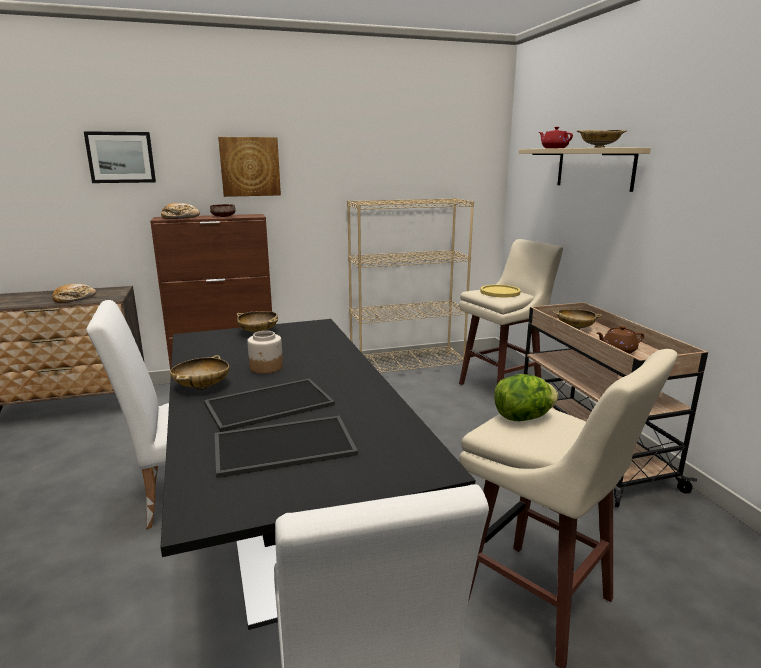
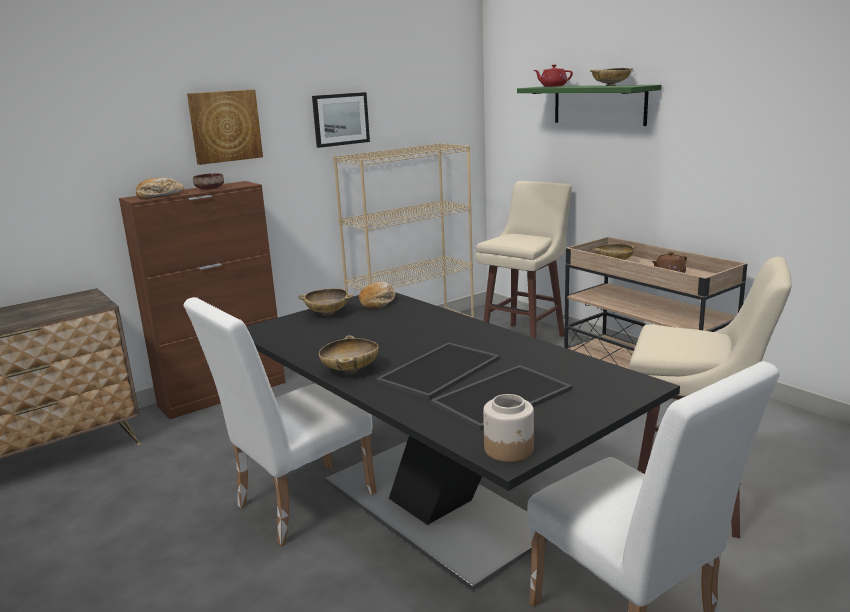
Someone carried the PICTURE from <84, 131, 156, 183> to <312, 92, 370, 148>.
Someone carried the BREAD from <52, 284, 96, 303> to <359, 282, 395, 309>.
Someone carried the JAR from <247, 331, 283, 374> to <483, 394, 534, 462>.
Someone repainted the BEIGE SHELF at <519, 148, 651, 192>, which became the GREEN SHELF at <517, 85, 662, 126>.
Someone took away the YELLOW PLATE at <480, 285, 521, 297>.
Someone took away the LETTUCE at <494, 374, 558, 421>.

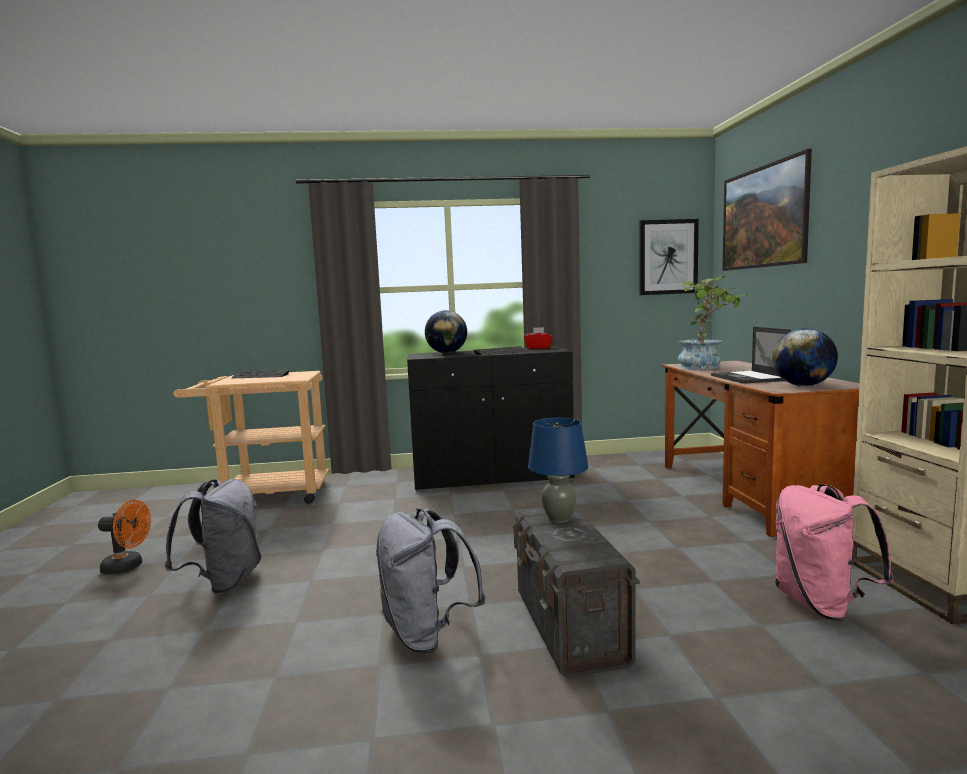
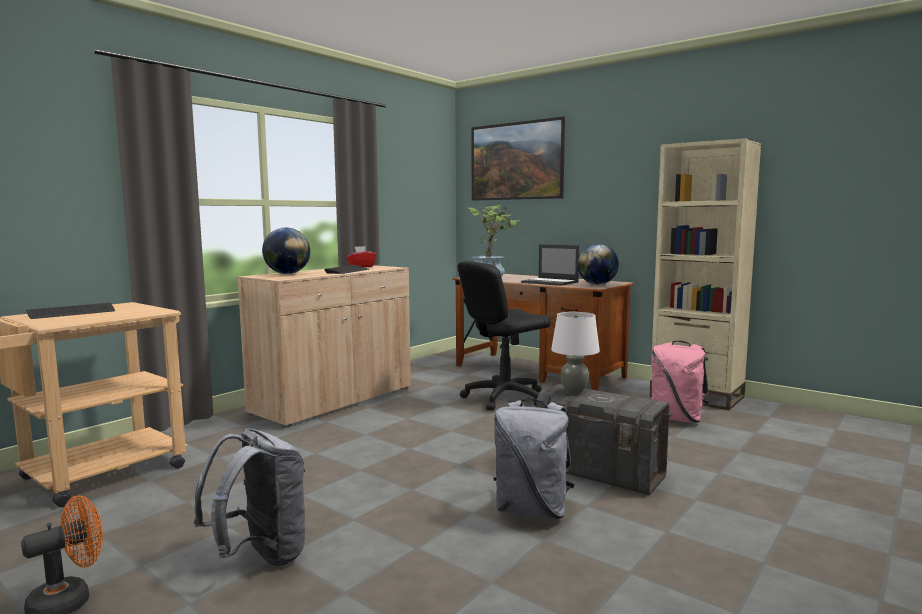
Someone repainted the BLACK CABINET at <407, 346, 575, 492>, which became the BEIGE CABINET at <237, 265, 411, 428>.
Someone put down the BLACK OFFICE CHAIR at <457, 261, 551, 411>.
Someone repainted the BLUE TABLE LAMP at <528, 418, 588, 523>, which became the WHITE TABLE LAMP at <551, 312, 600, 395>.
Someone took away the PICTURE at <640, 219, 699, 295>.

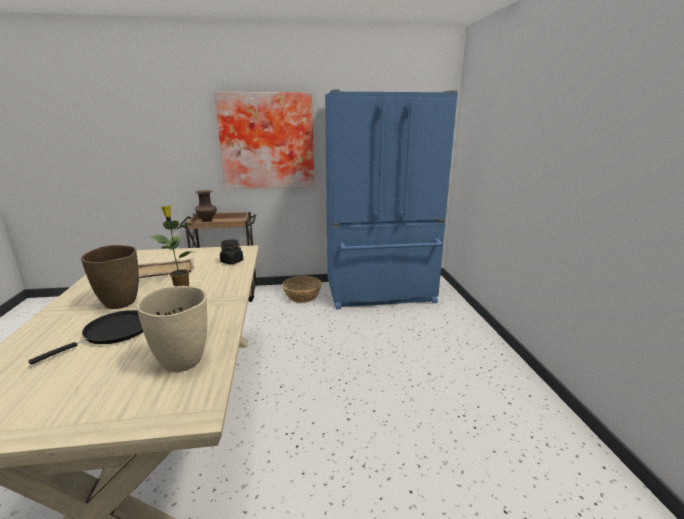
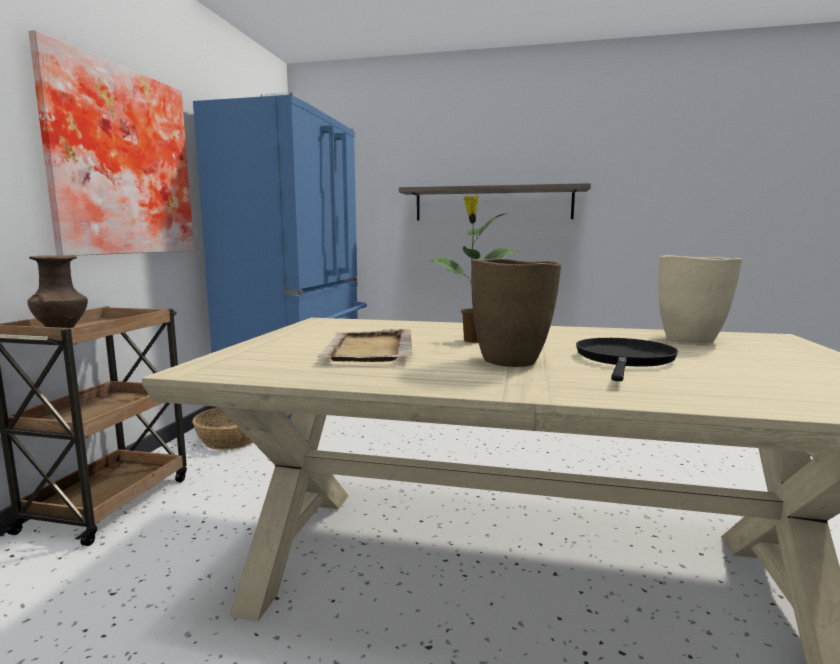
Someone put up the SHELF at <399, 183, 591, 220>.
Someone rotated the BLACK FRYING PAN at <29, 310, 143, 365> by 60 degrees clockwise.
Someone took away the BLACK JAR at <220, 239, 243, 264>.

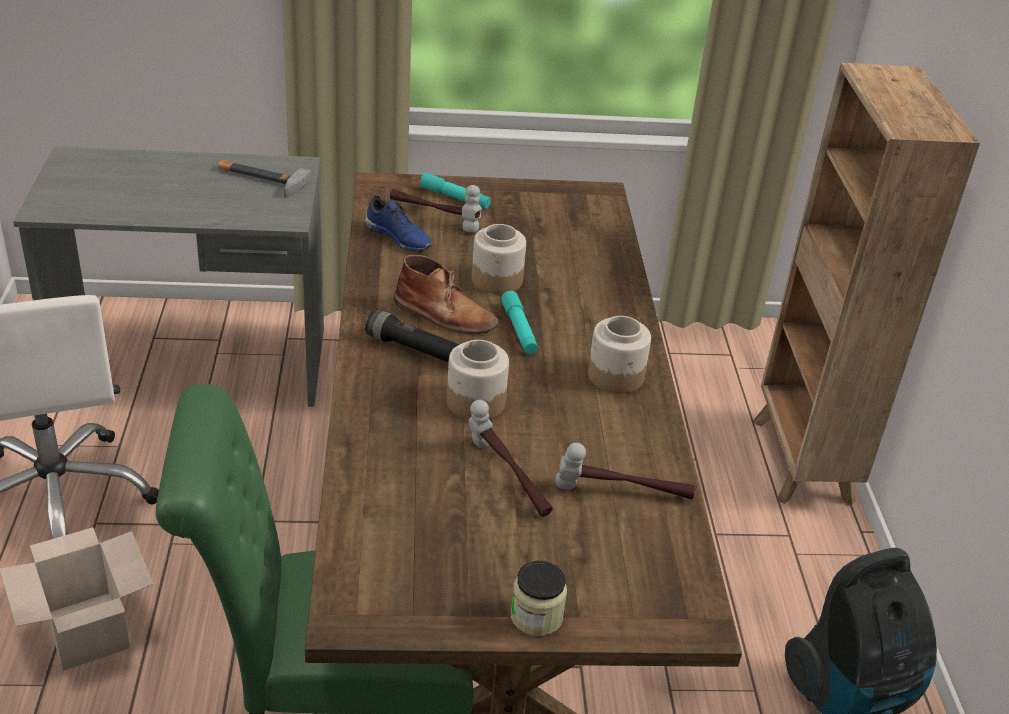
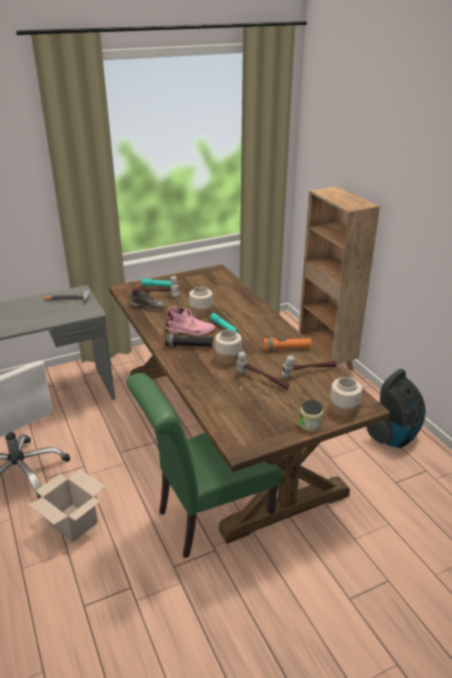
Someone repainted the BLUE SHOE at <364, 195, 432, 251>, which became the GREY SHOE at <129, 290, 166, 311>.
Someone repainted the BROWN BOOT at <394, 255, 498, 334>, which became the PINK BOOT at <165, 307, 216, 335>.
Someone put down the ORANGE FLASHLIGHT at <263, 338, 311, 351>.
Someone carried the JAR from <588, 316, 651, 394> to <329, 377, 362, 418>.

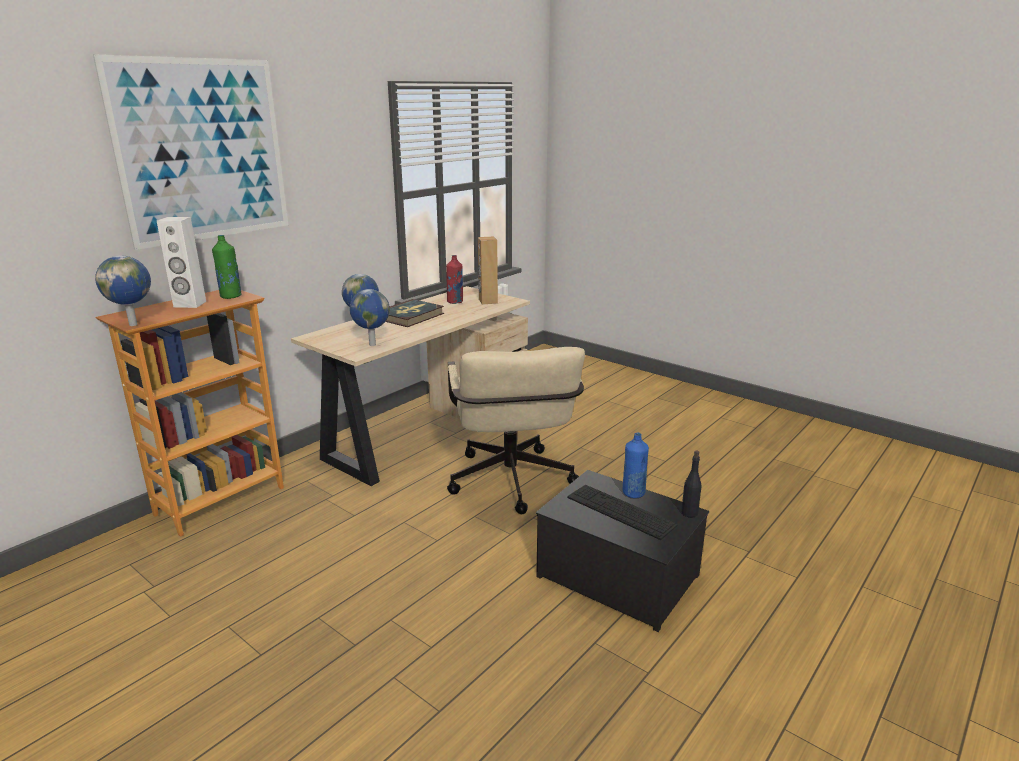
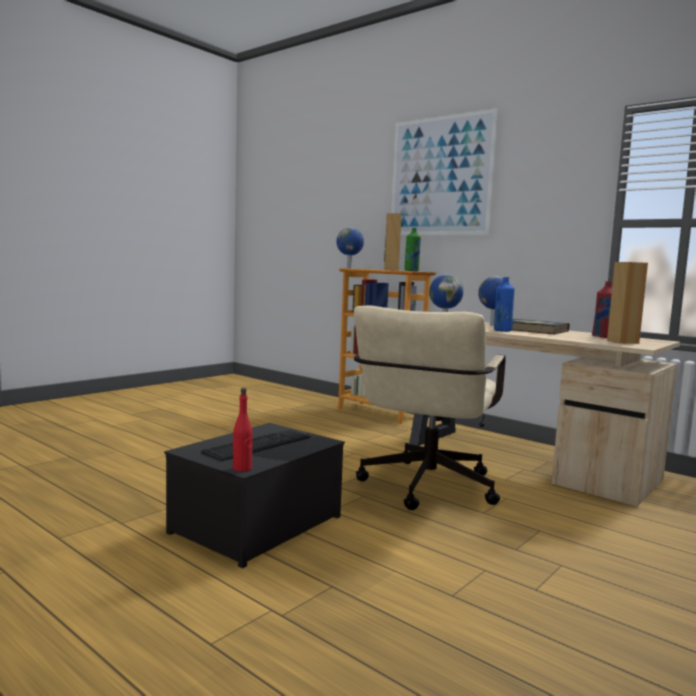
Someone repainted the BLACK BOTTLE at <681, 450, 701, 518>, which became the RED BOTTLE at <233, 388, 253, 472>.
Someone rotated the BEIGE OFFICE CHAIR at <447, 347, 585, 514> by 60 degrees counterclockwise.
Someone repainted the WHITE SPEAKER at <157, 217, 206, 308>, which became the BROWN SPEAKER at <384, 213, 402, 271>.
Someone carried the BLUE BOTTLE from <623, 433, 649, 498> to <494, 277, 515, 332>.

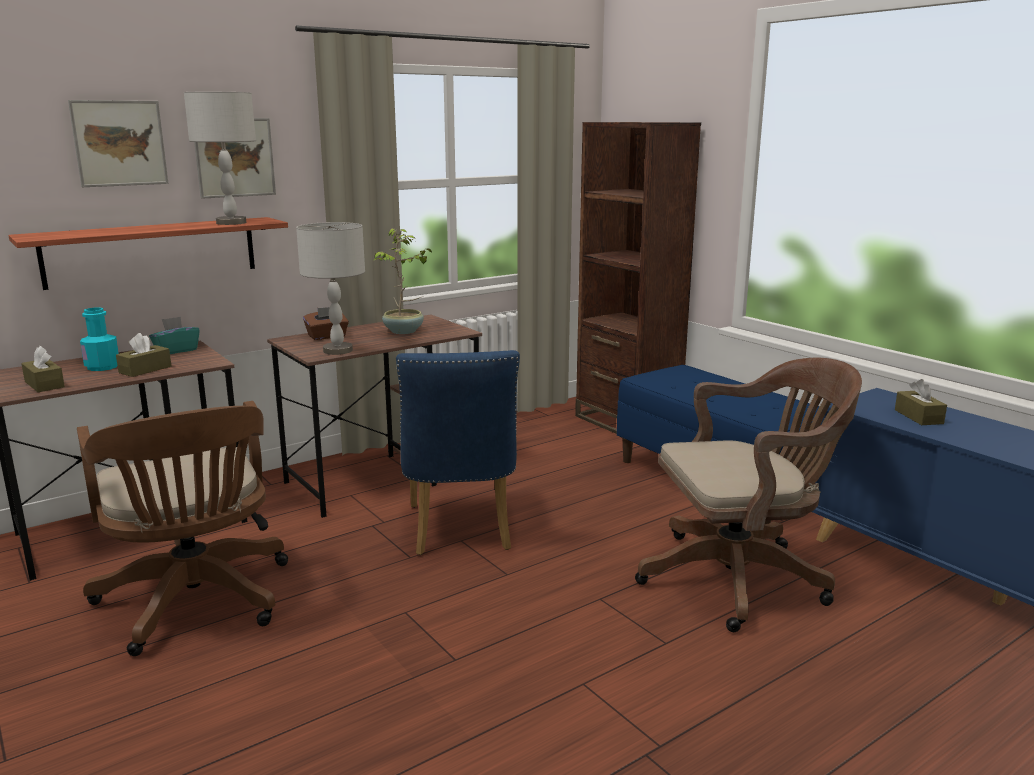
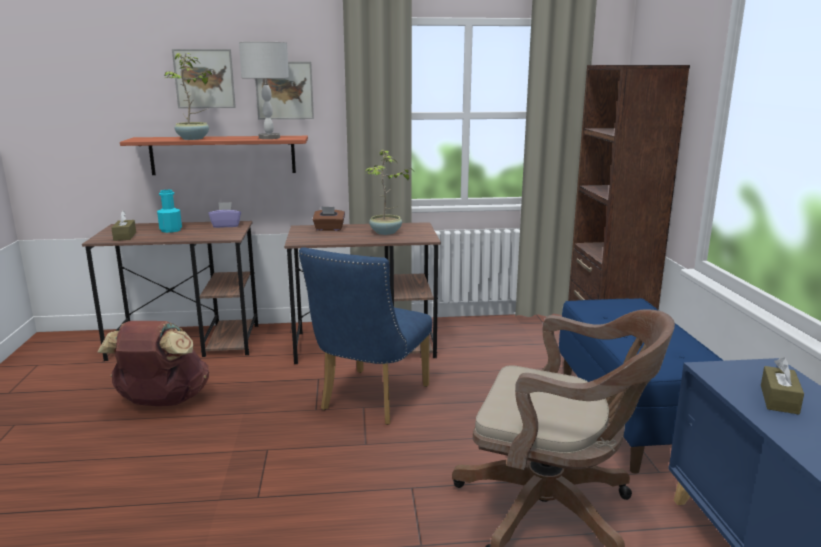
Someone swapped the BROWN OFFICE CHAIR at <77, 401, 288, 656> for the BROWN BACKPACK at <97, 321, 209, 406>.
Someone put down the POTTED PLANT at <164, 53, 212, 140>.
Someone repainted the TURQUOISE TISSUE BOX at <149, 316, 200, 354>, which became the PURPLE TISSUE BOX at <209, 202, 241, 228>.
Someone took away the BROWN TISSUE BOX at <116, 333, 171, 377>.
Someone took away the GREY TABLE LAMP at <296, 222, 365, 355>.

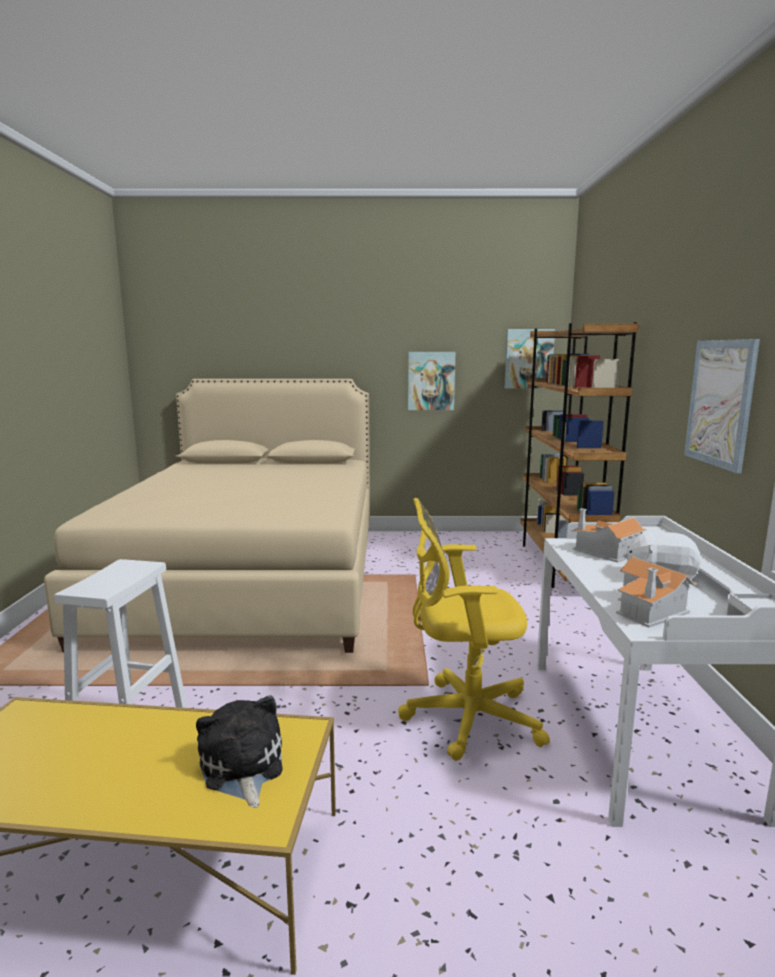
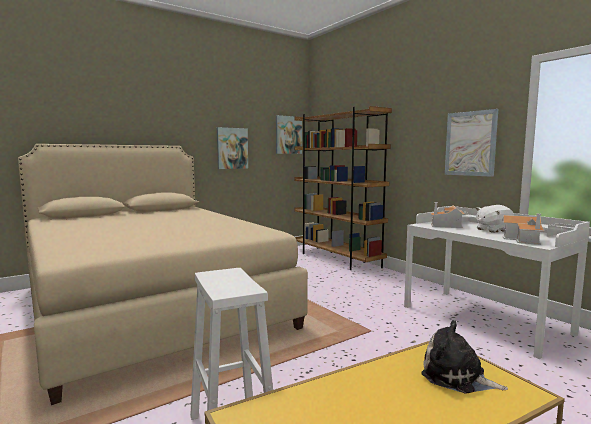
Someone took away the YELLOW OFFICE CHAIR at <398, 498, 550, 761>.

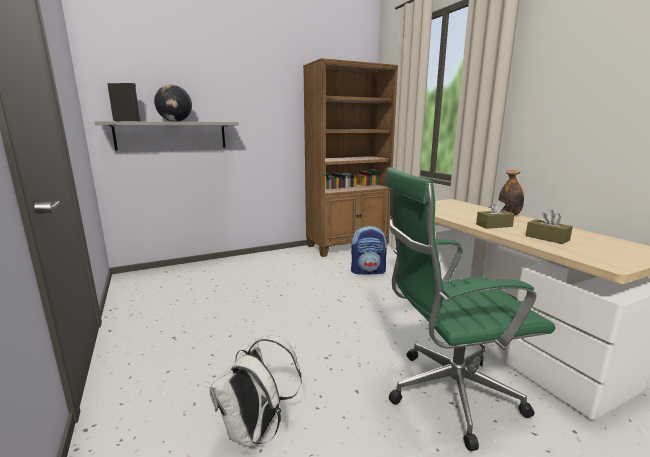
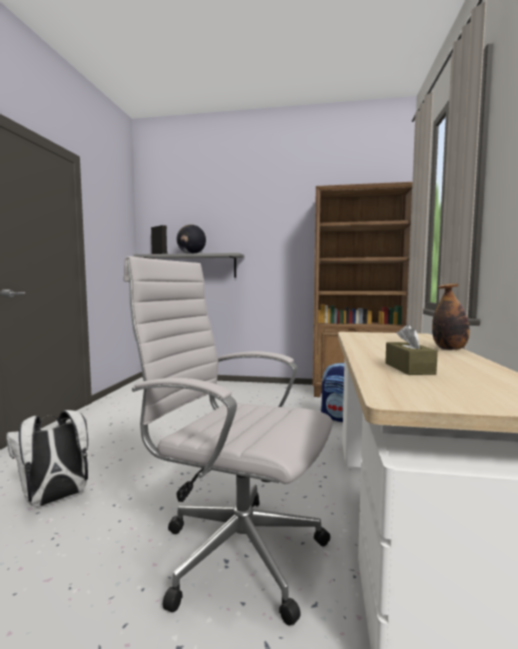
Someone repainted the GREEN OFFICE CHAIR at <385, 167, 555, 451>, which became the WHITE OFFICE CHAIR at <124, 256, 333, 626>.
Someone took away the BROWN TISSUE BOX at <476, 200, 515, 229>.

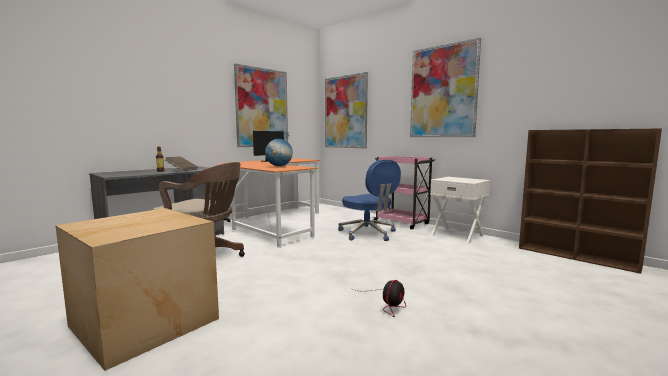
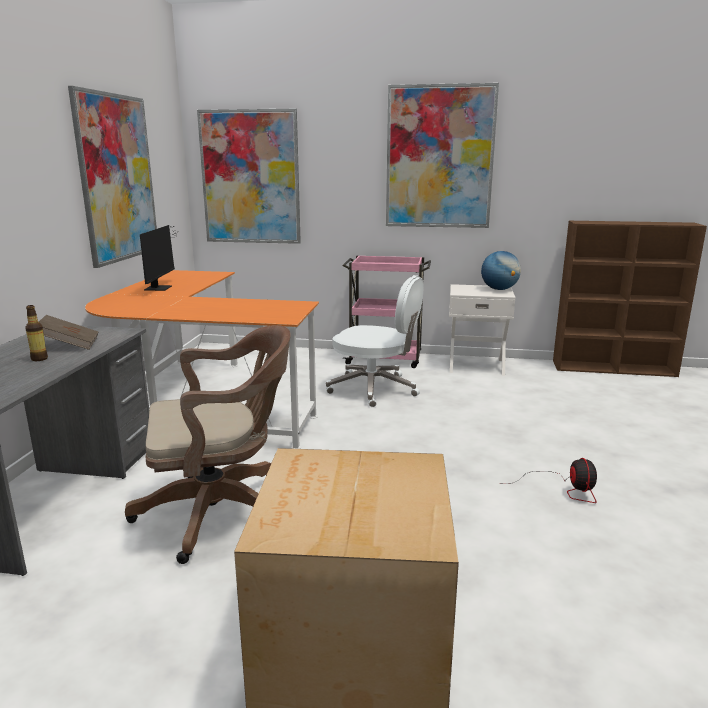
Someone repainted the BLUE OFFICE CHAIR at <338, 160, 401, 241>, which became the WHITE OFFICE CHAIR at <326, 275, 424, 407>.
Someone carried the GLOBE from <265, 139, 293, 166> to <481, 251, 521, 290>.

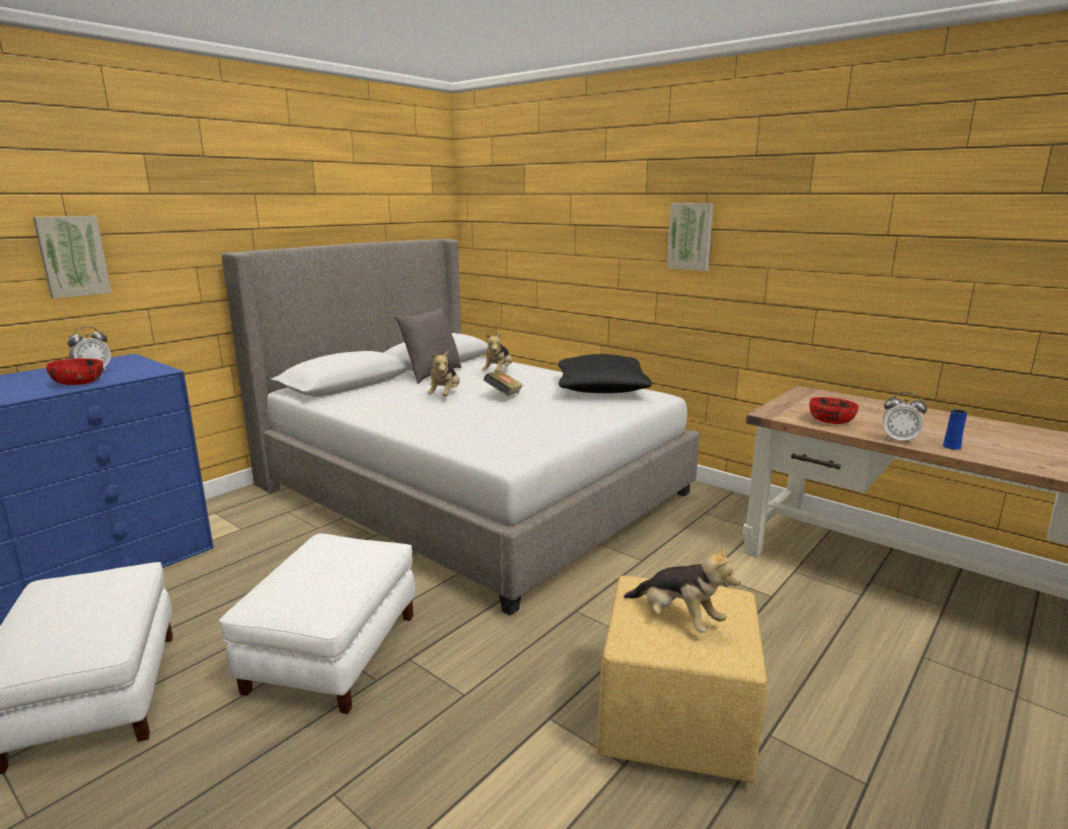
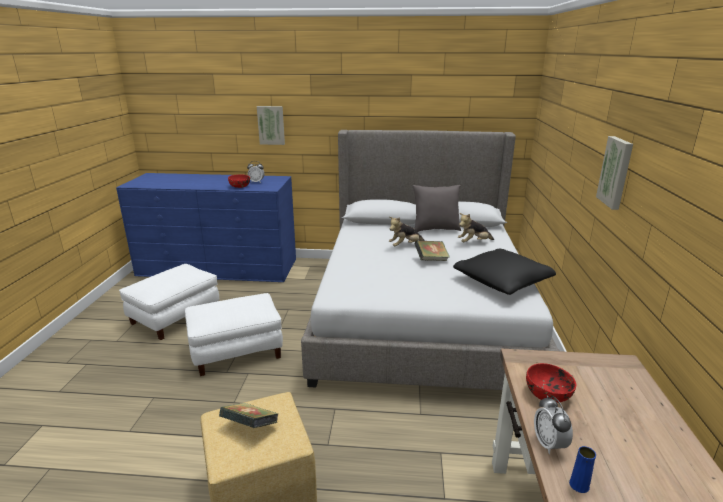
Someone swapped the PLUSH TOY at <624, 544, 741, 633> for the BOOK at <219, 403, 278, 428>.

